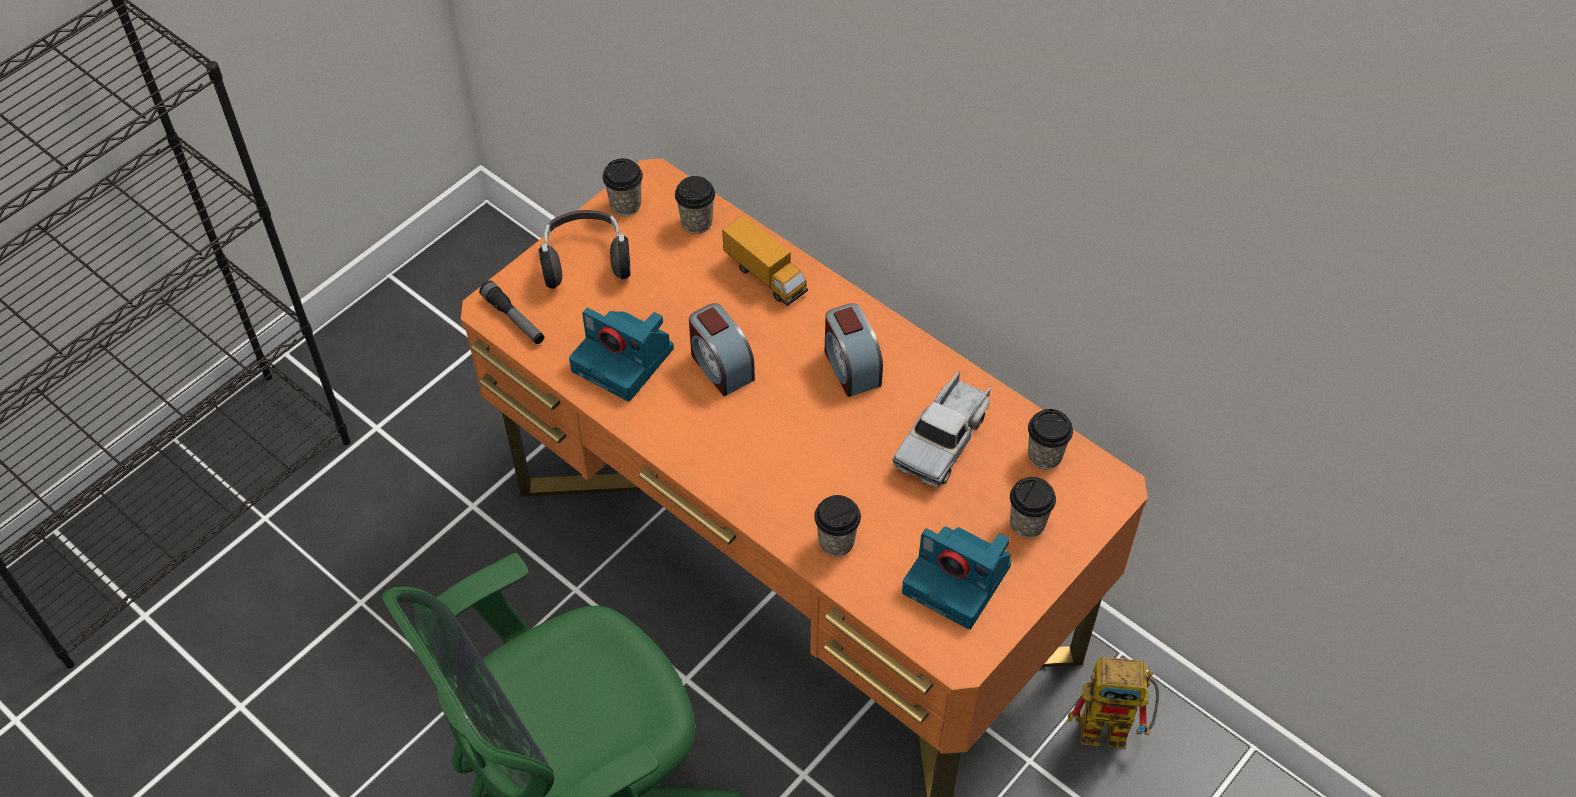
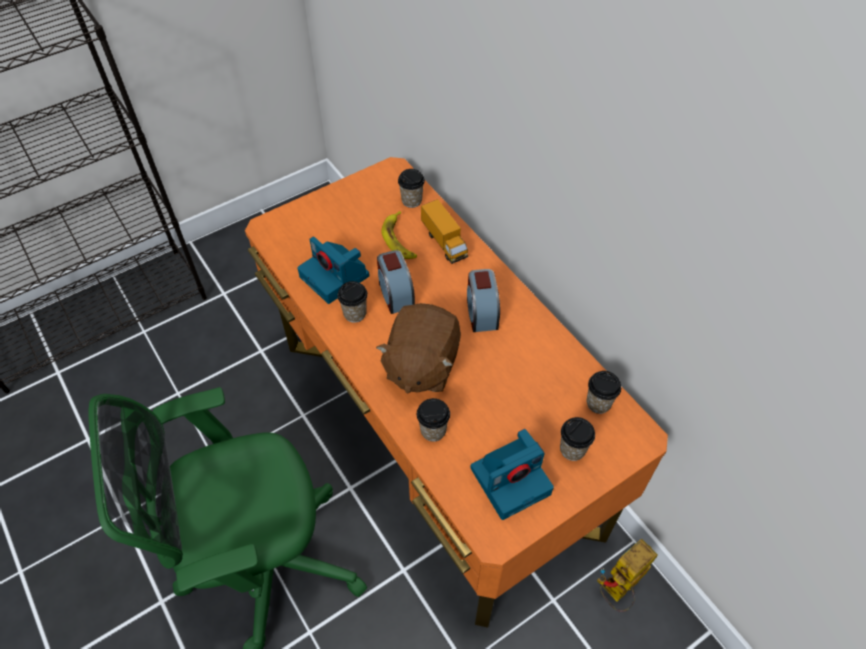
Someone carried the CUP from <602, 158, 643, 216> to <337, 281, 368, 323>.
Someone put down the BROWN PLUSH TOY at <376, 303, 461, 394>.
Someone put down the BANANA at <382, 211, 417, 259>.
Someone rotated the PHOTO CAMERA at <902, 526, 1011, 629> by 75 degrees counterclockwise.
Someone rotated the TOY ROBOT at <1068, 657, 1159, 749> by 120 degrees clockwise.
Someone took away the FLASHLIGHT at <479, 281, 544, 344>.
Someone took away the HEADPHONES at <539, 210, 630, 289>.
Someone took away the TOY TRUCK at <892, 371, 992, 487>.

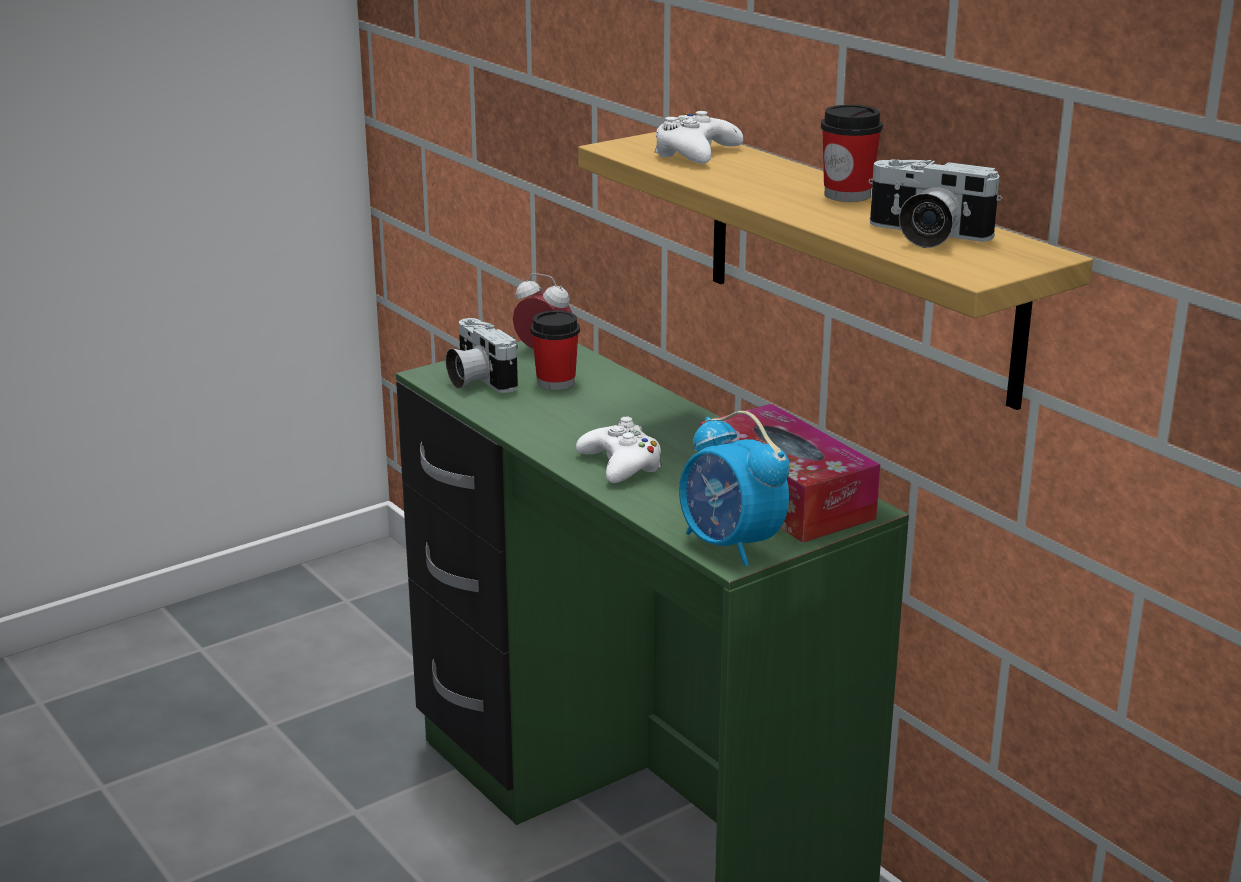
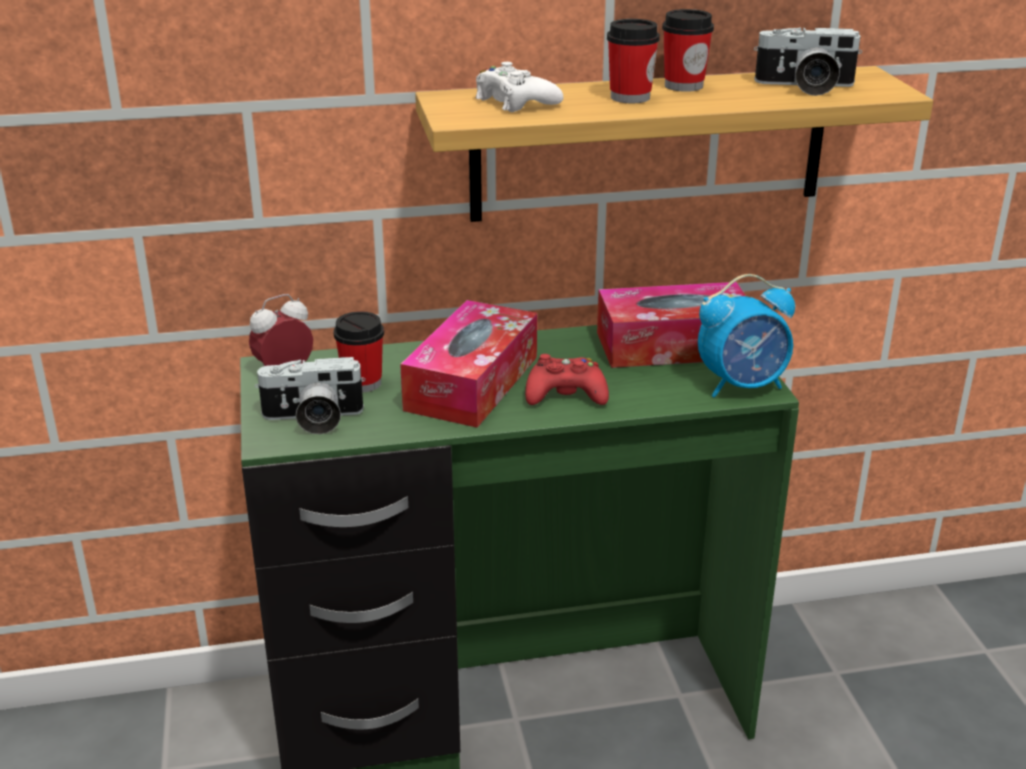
Someone put down the TISSUE BOX at <400, 300, 537, 428>.
Someone repainted the WHITE GAME CONTROLLER at <576, 417, 662, 483>, which became the RED GAME CONTROLLER at <525, 354, 609, 405>.
Someone put down the CUP at <607, 19, 660, 103>.
Someone rotated the PHOTO CAMERA at <868, 159, 1002, 248> by 45 degrees clockwise.

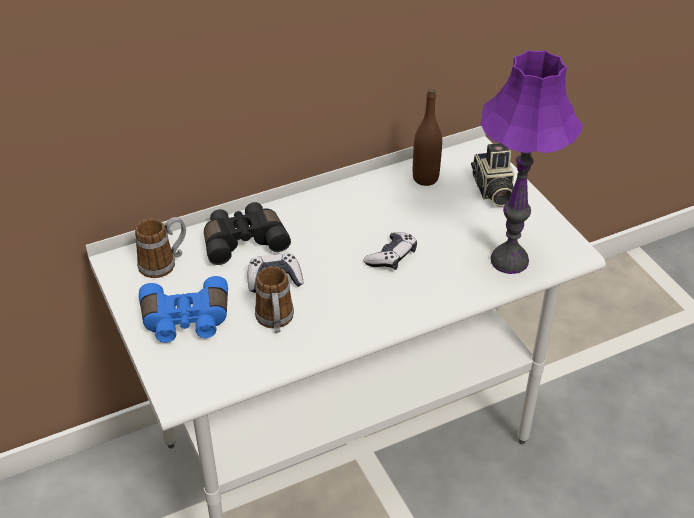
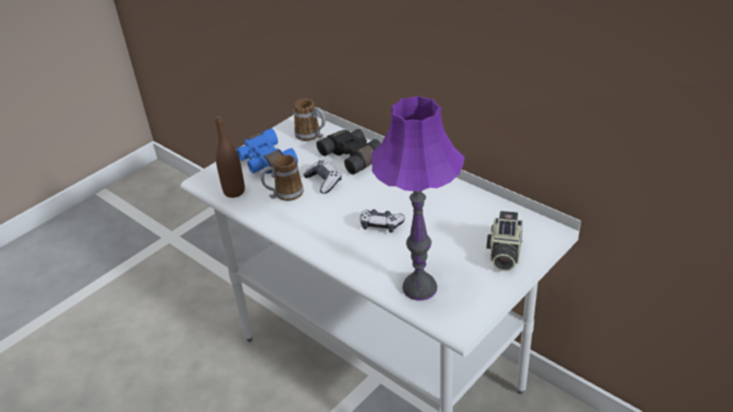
Someone carried the BROWN BOTTLE from <413, 89, 442, 186> to <215, 116, 245, 198>.
Someone rotated the PHOTO CAMERA at <471, 143, 514, 207> by 45 degrees counterclockwise.

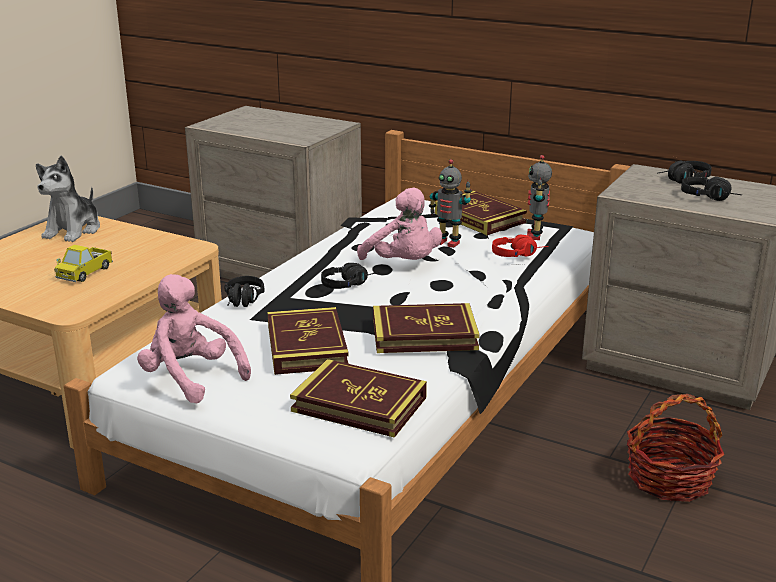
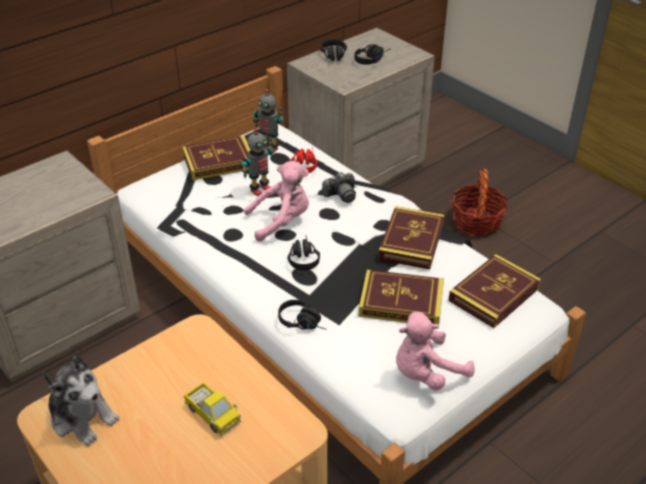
Someone put down the PHOTO CAMERA at <322, 172, 356, 203>.

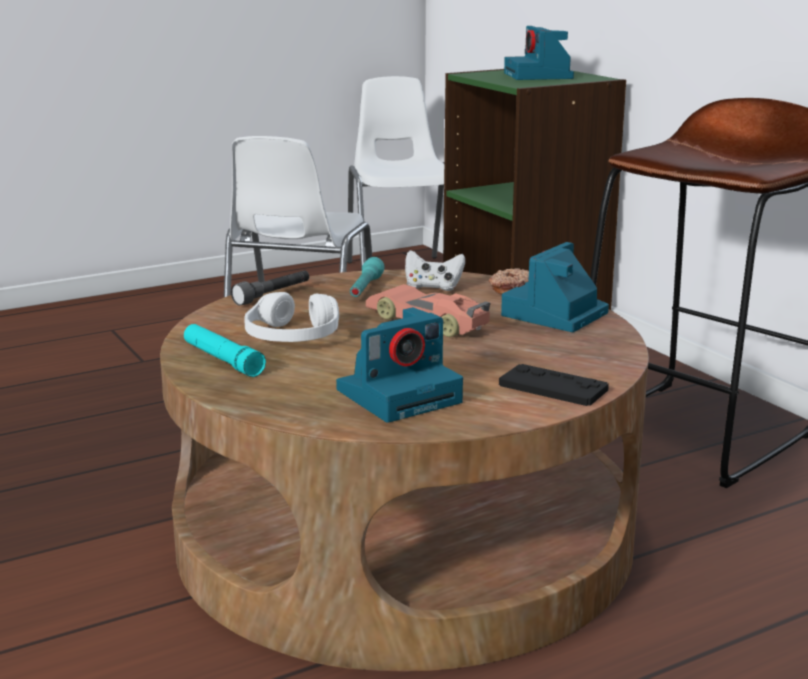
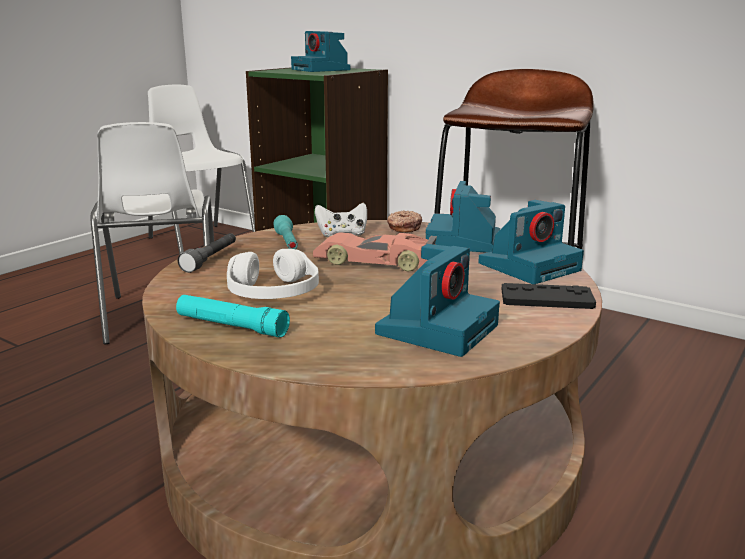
Someone put down the PHOTO CAMERA at <478, 200, 584, 284>.

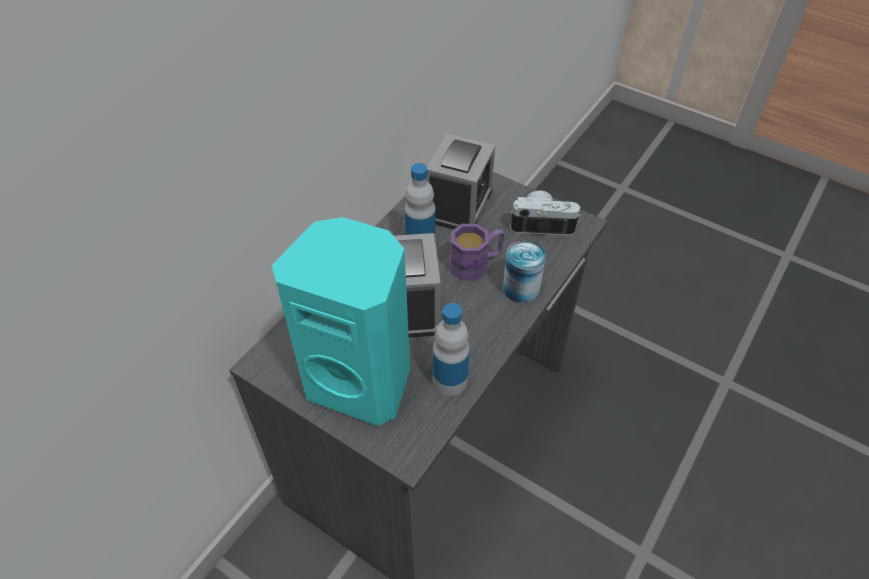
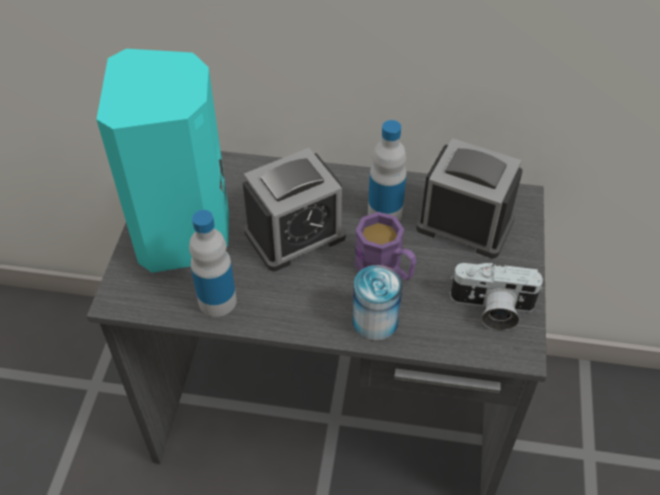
Someone rotated the ALARM CLOCK at <426, 134, 495, 230> by 150 degrees counterclockwise.
Someone rotated the PHOTO CAMERA at <510, 190, 581, 236> by 120 degrees clockwise.

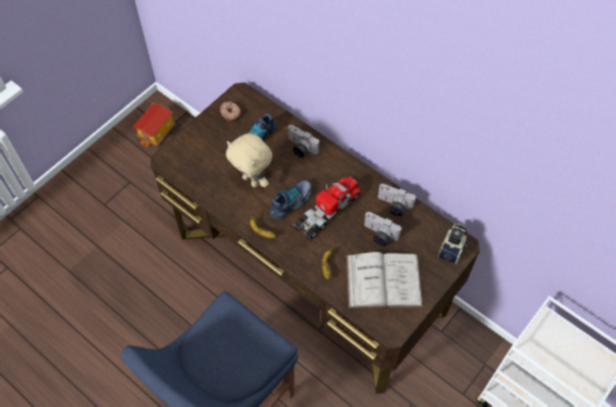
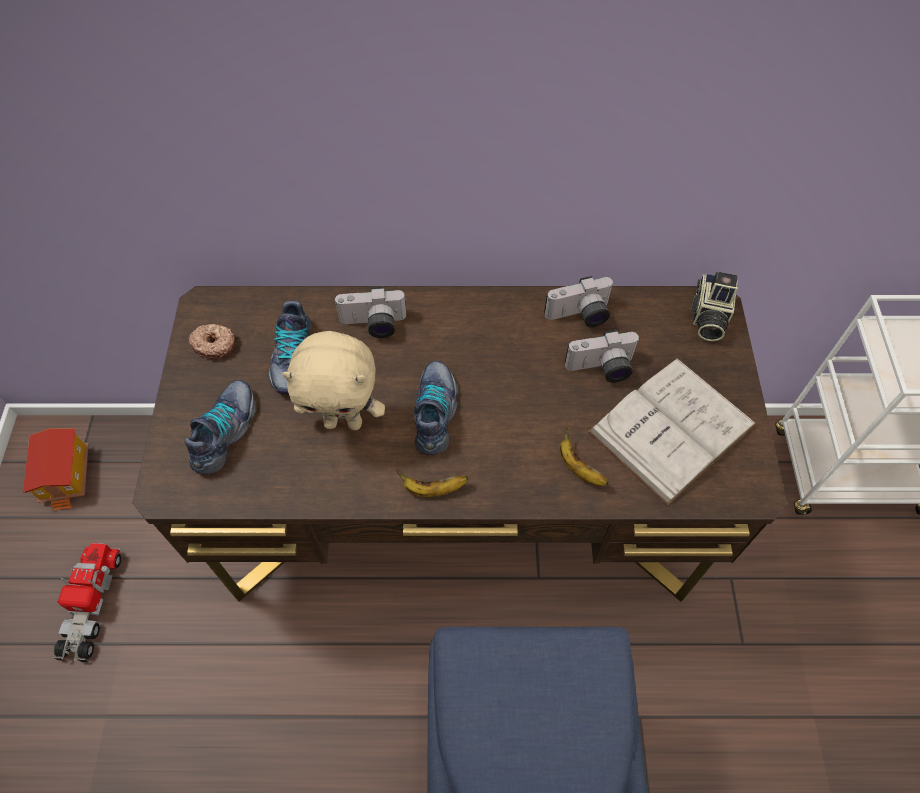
Someone carried the TOY TRUCK from <294, 177, 361, 240> to <52, 543, 121, 662>.
Someone put down the SHOE at <185, 380, 256, 474>.
Someone rotated the PHOTO CAMERA at <438, 224, 468, 264> by 150 degrees counterclockwise.

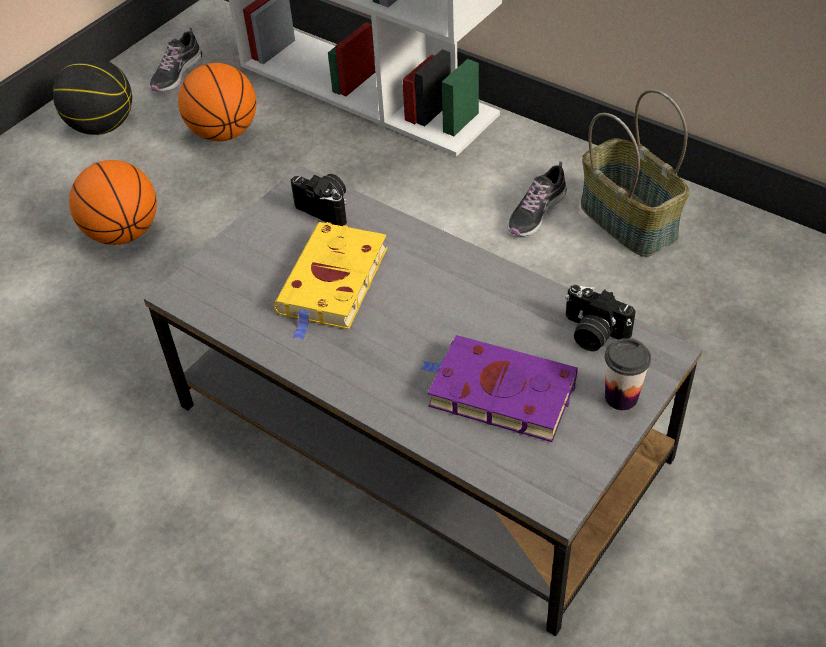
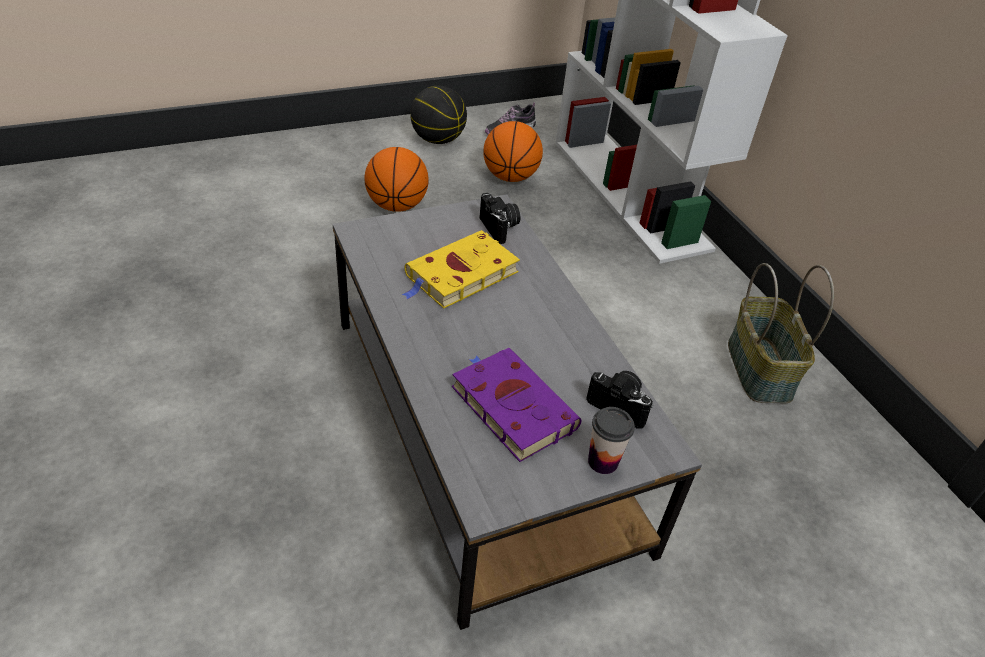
Someone rotated the PHOTO CAMERA at <565, 285, 636, 351> by 150 degrees clockwise.
Someone took away the SHOE at <508, 161, 567, 237>.

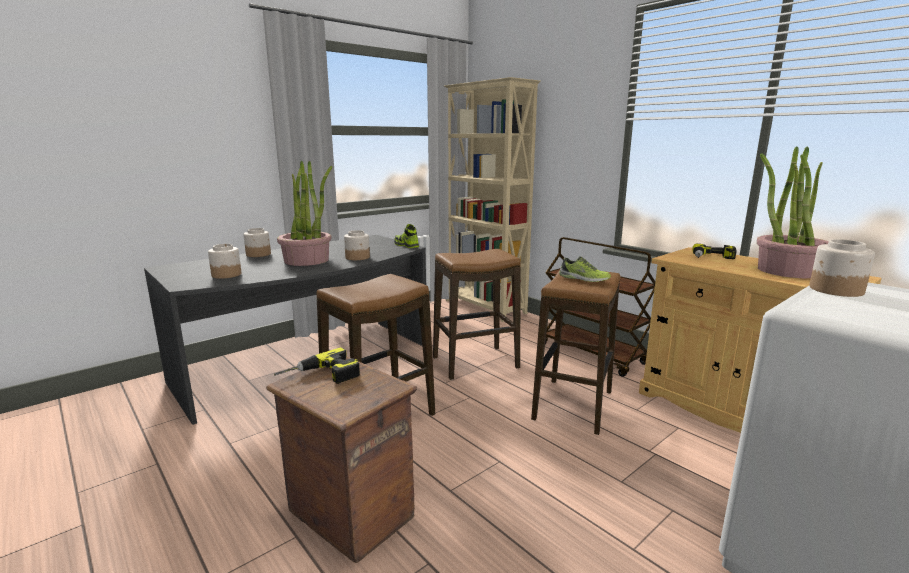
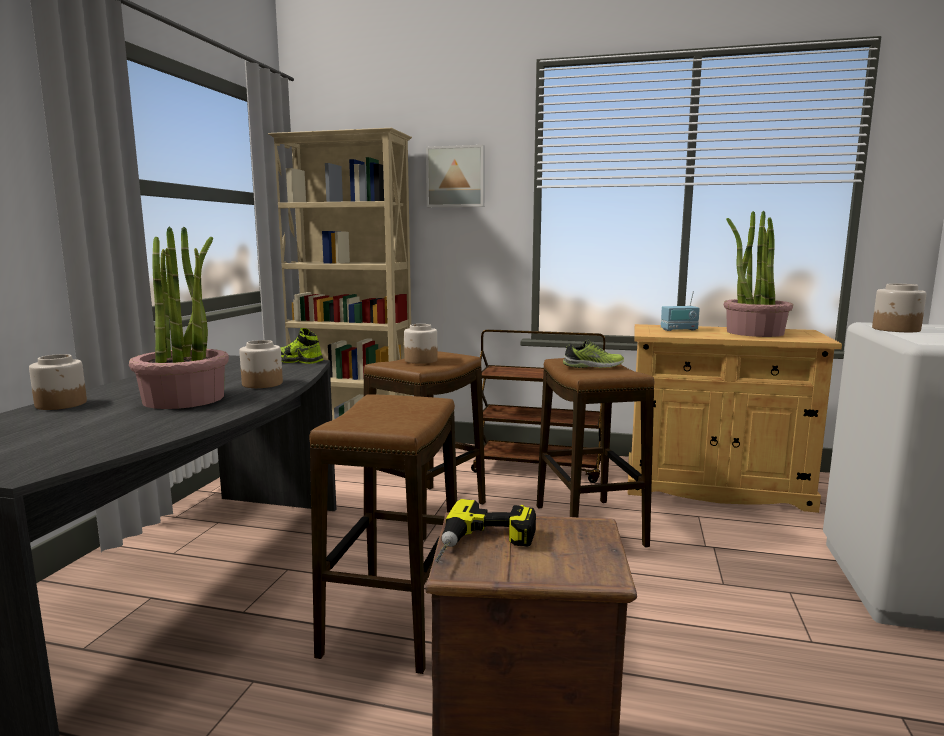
Someone carried the JAR from <208, 244, 241, 279> to <404, 324, 438, 364>.
Someone put up the PICTURE at <426, 145, 485, 207>.
Someone swapped the POWER DRILL at <692, 244, 736, 259> for the RADIO at <661, 291, 700, 331>.

